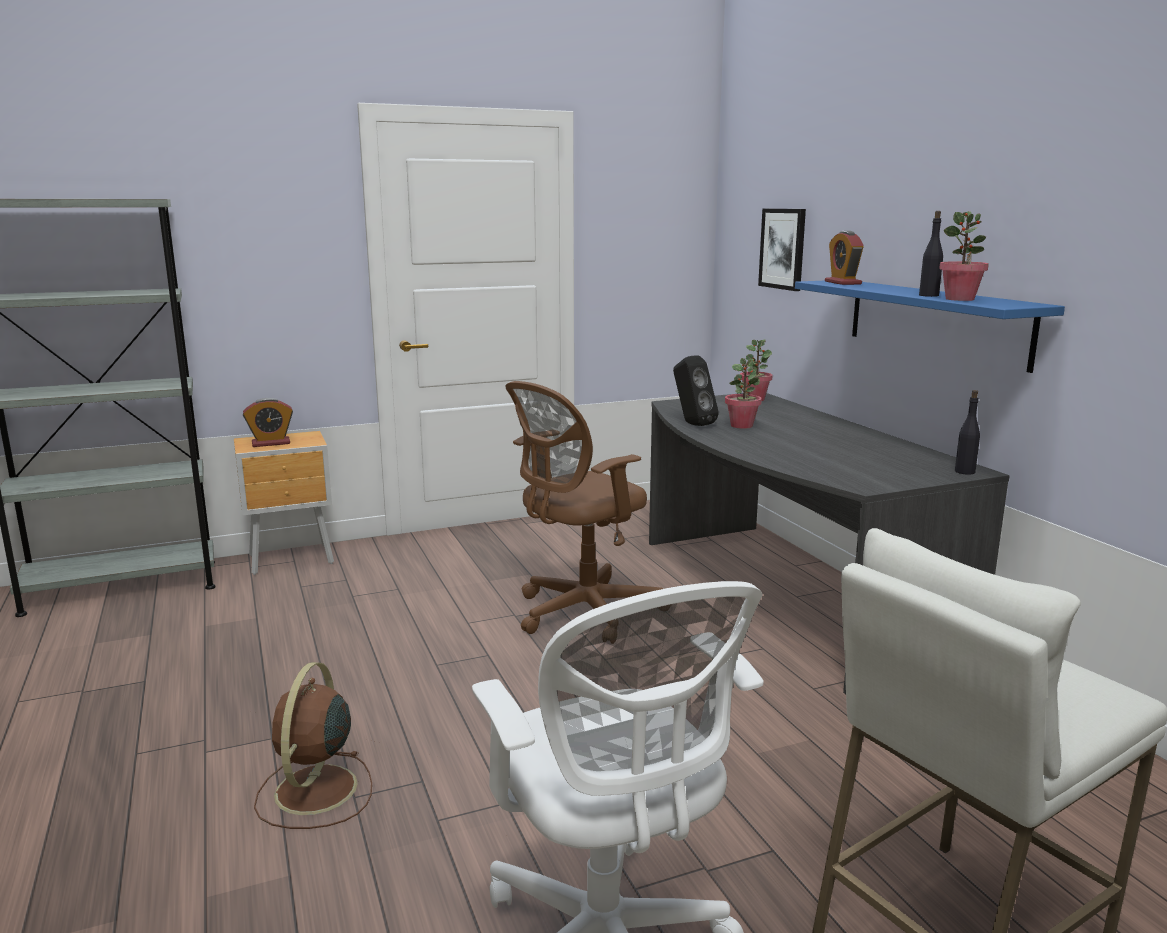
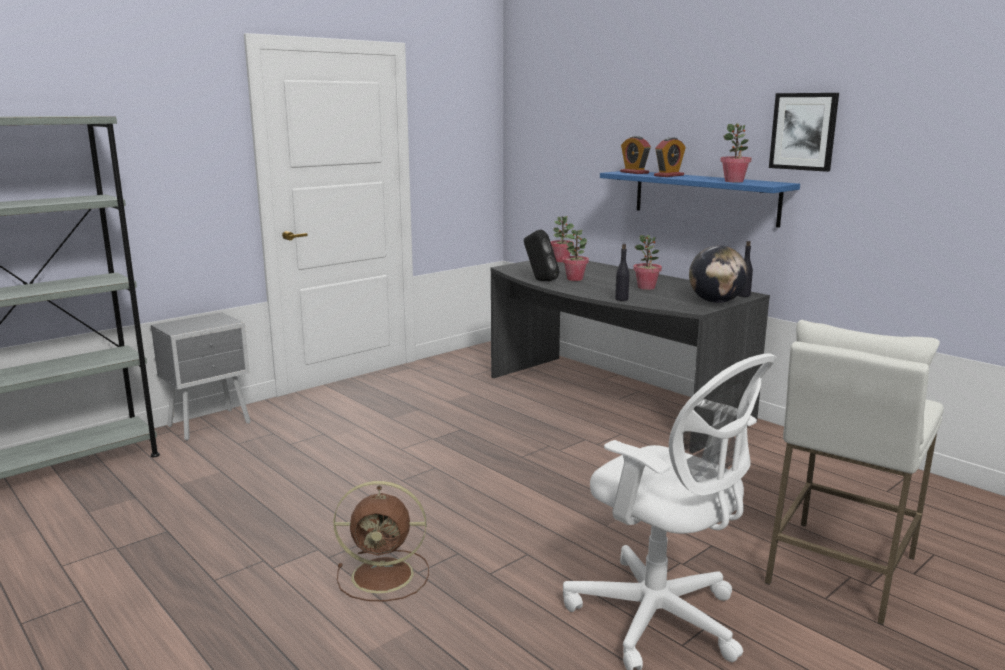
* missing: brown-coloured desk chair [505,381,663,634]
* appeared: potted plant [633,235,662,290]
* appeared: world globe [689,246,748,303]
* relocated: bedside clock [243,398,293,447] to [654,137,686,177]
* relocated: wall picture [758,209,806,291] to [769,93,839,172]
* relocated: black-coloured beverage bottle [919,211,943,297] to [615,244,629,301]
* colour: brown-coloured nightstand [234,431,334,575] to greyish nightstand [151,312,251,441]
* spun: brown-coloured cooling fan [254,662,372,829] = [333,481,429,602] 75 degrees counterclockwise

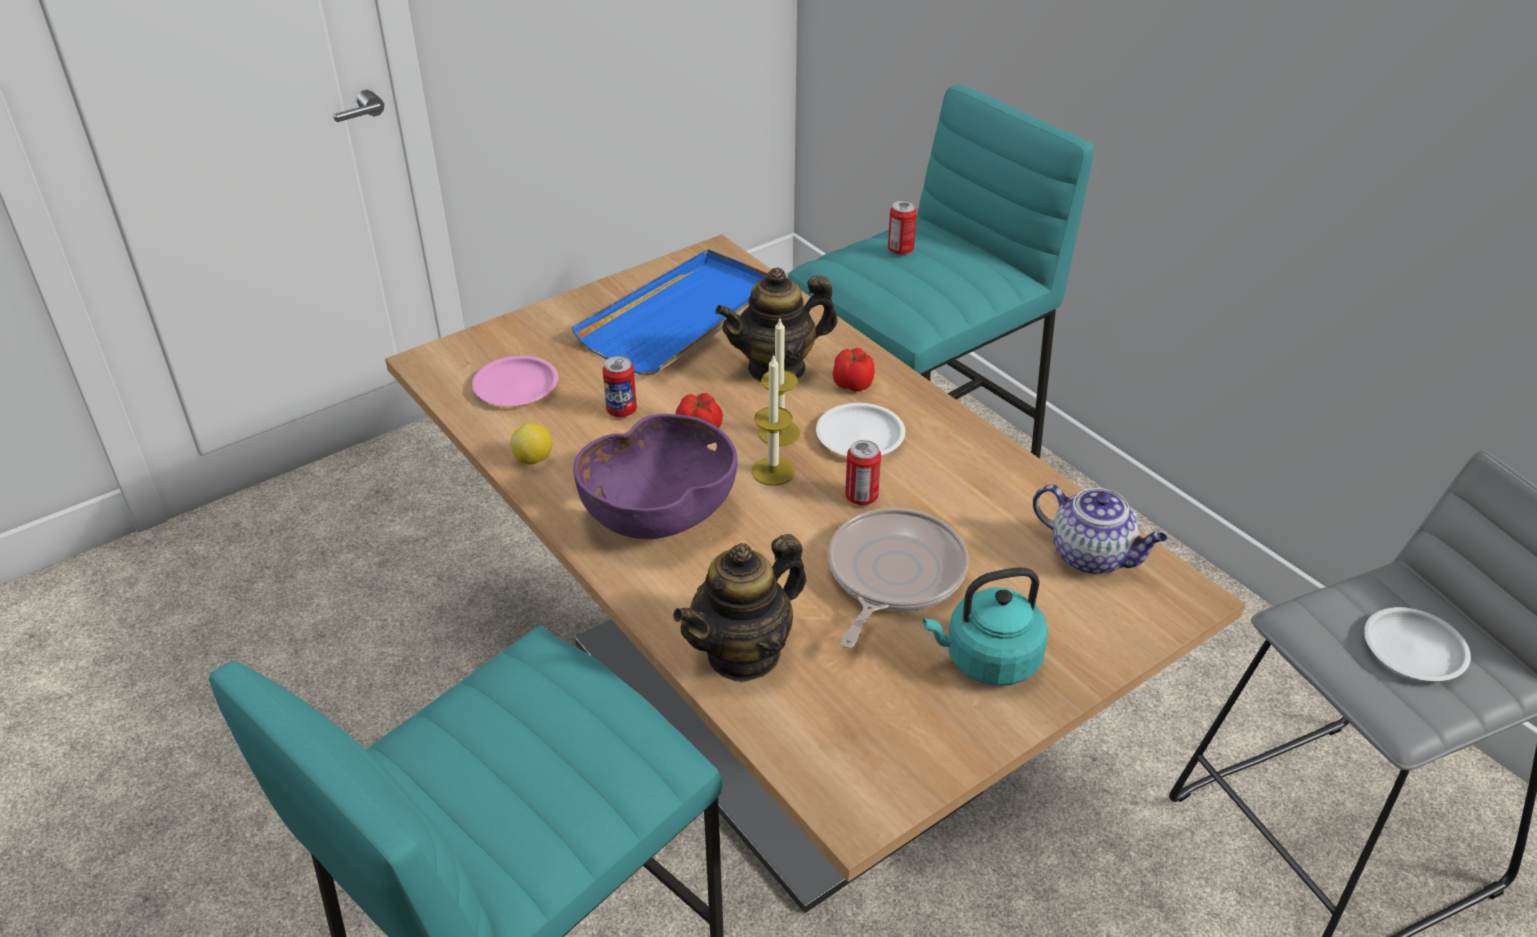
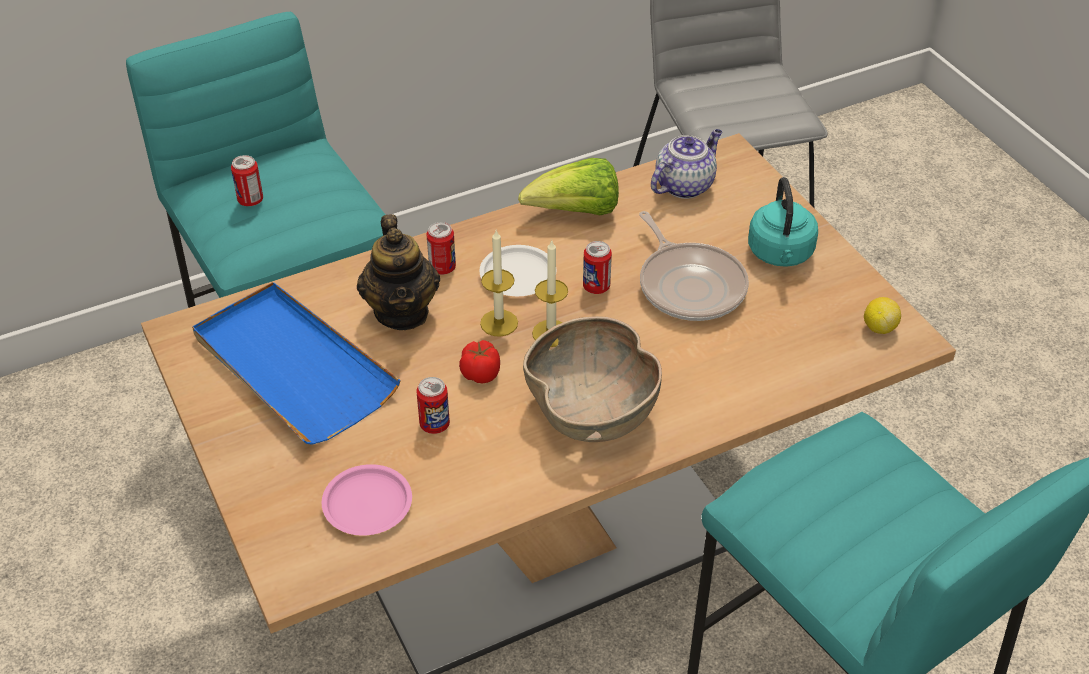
* missing: tea pot [673,534,807,682]
* missing: white-coloured flat dish [1364,607,1471,681]
* appeared: lettuce [518,158,619,216]
* relocated: whole lemon [510,423,552,464] to [864,297,901,334]
* exchanged: fresh tomato [833,348,875,392] to can [427,222,456,275]
* colour: purple-coloured deep dish [574,414,738,539] to brown-coloured deep dish [523,316,662,442]
* spun: pan [828,508,968,648] = [639,211,749,321] 150 degrees counterclockwise

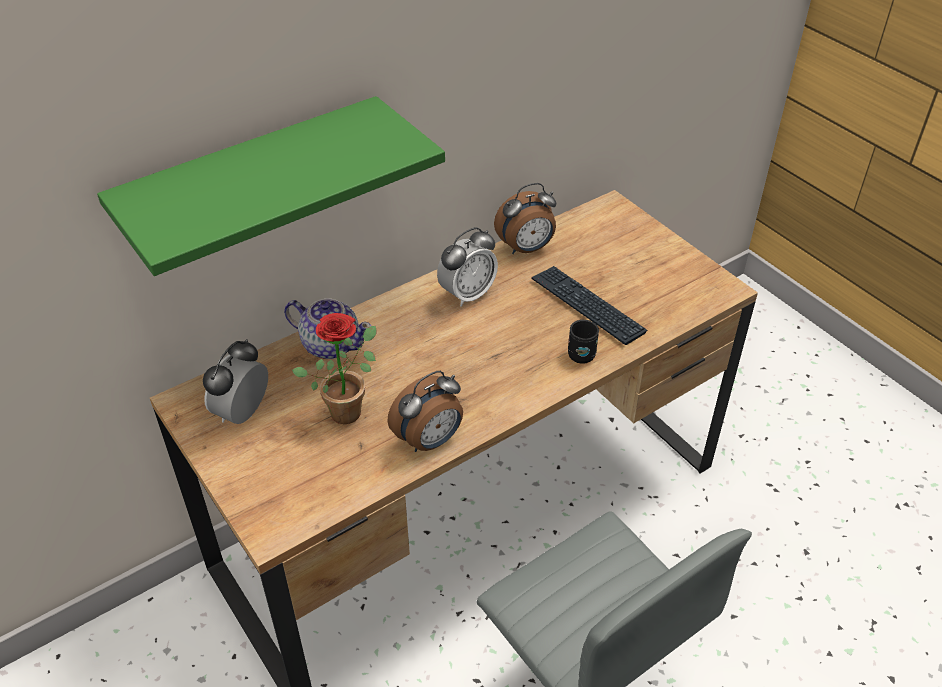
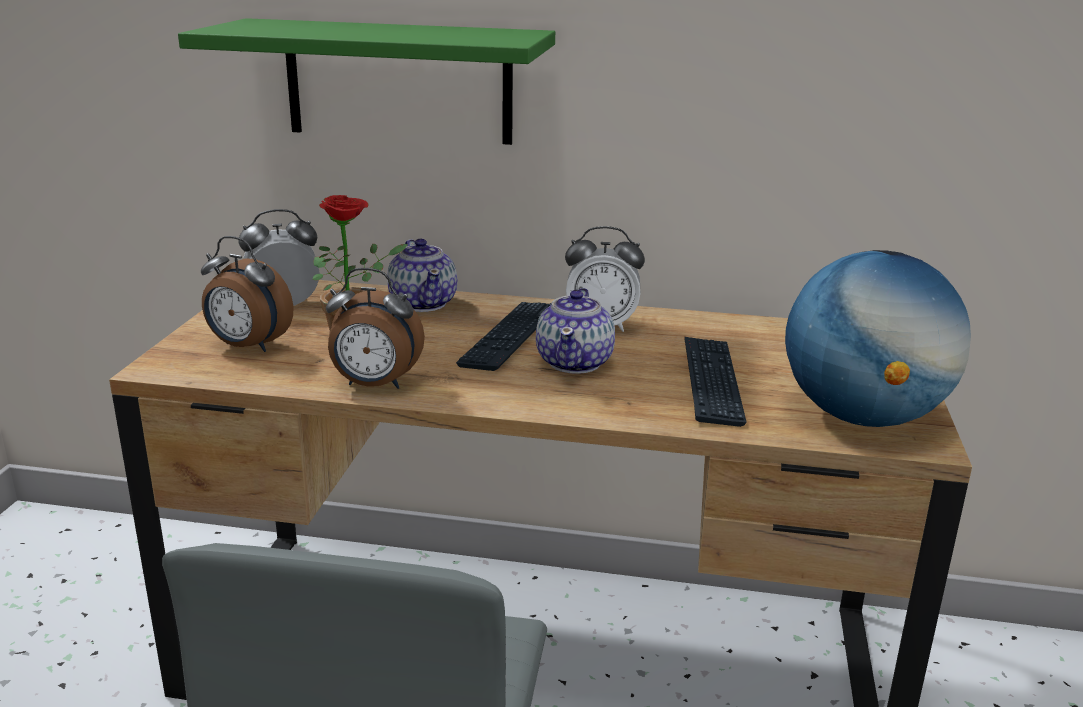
* missing: black-coloured mug [568,320,599,364]
* appeared: keyboard [456,302,552,371]
* appeared: tea pot [536,288,615,374]
* appeared: world globe [785,250,971,427]
* relocated: bedside clock [494,183,556,254] to [201,236,294,352]

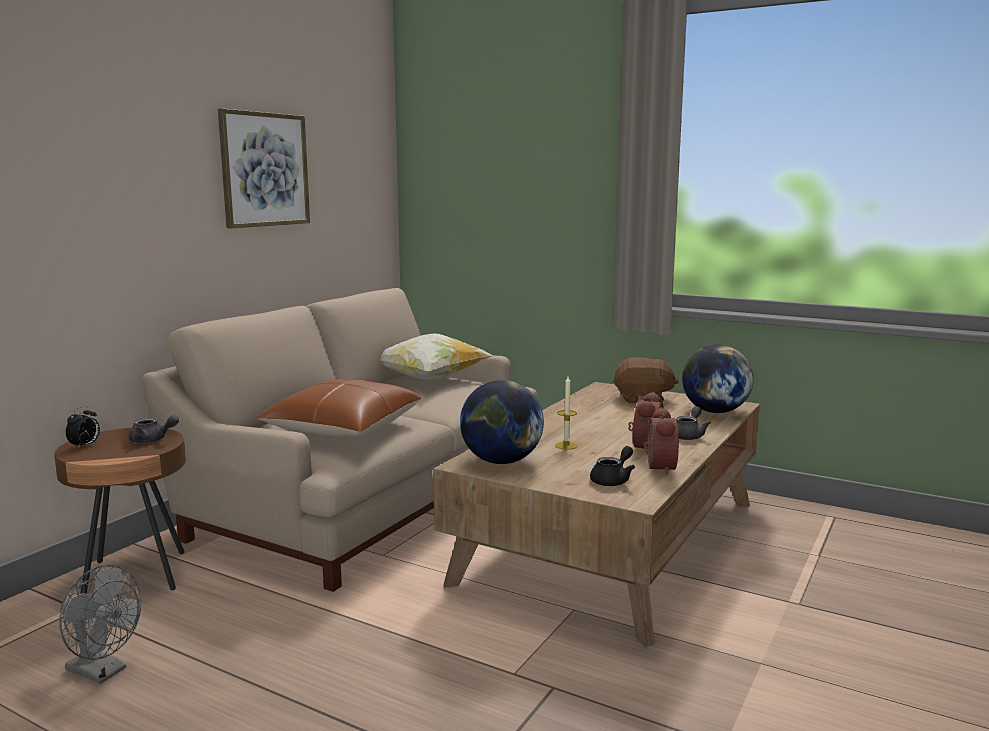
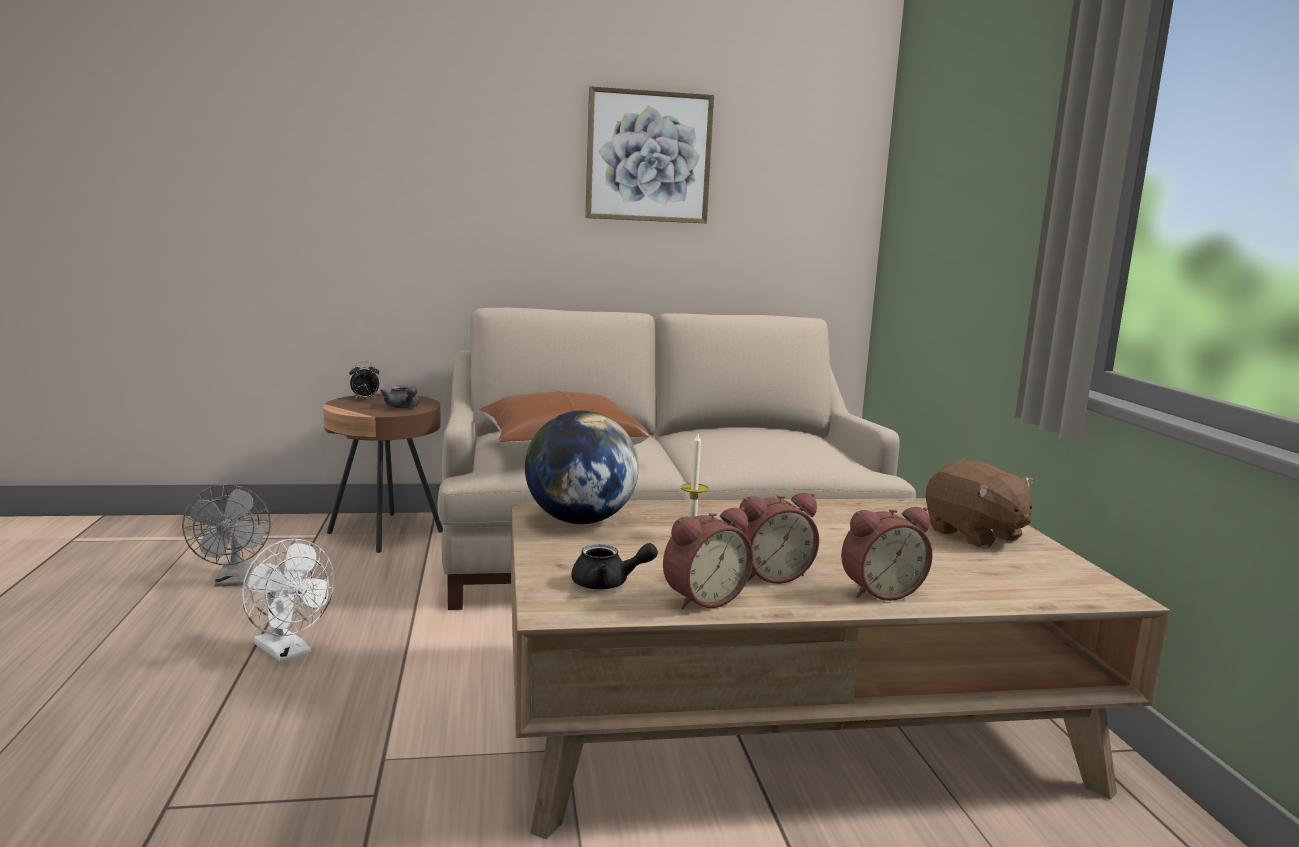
* missing: pillow [380,333,493,380]
* missing: world globe [682,344,754,413]
* appeared: white-coloured cooling fan [241,539,334,663]
* exchanged: greyish tea pot [676,406,711,440] to bedside clock [841,507,933,601]

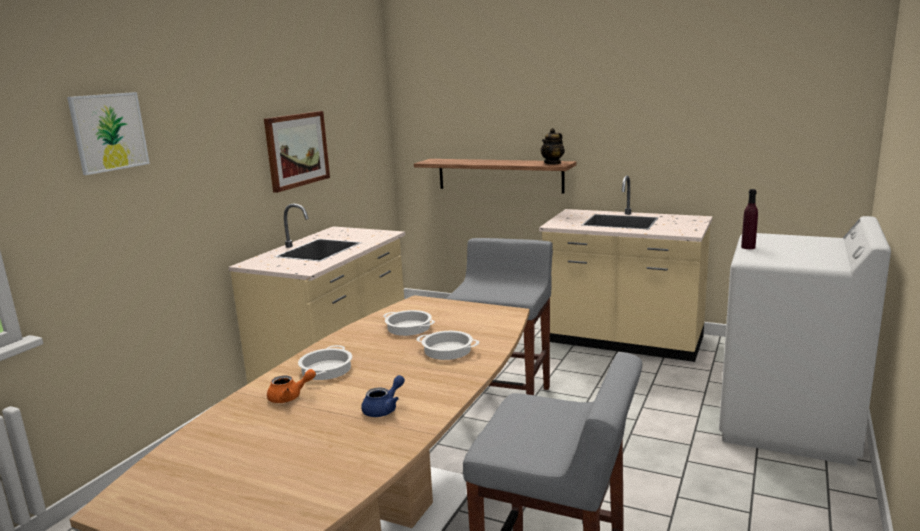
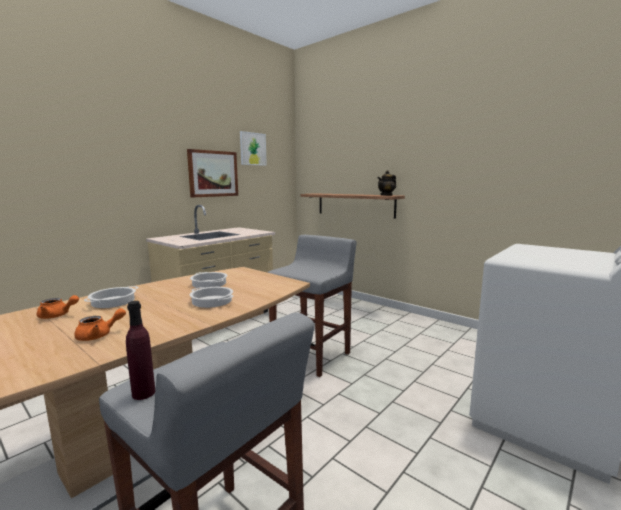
* missing: sand-coloured counter [539,175,712,362]
* relocated: wall picture [67,92,150,175] to [240,131,267,166]
* relocated: purple-coloured beverage bottle [741,189,758,249] to [126,301,155,400]
* colour: bluish tea pot [361,375,405,417] to orange tea pot [74,308,126,341]

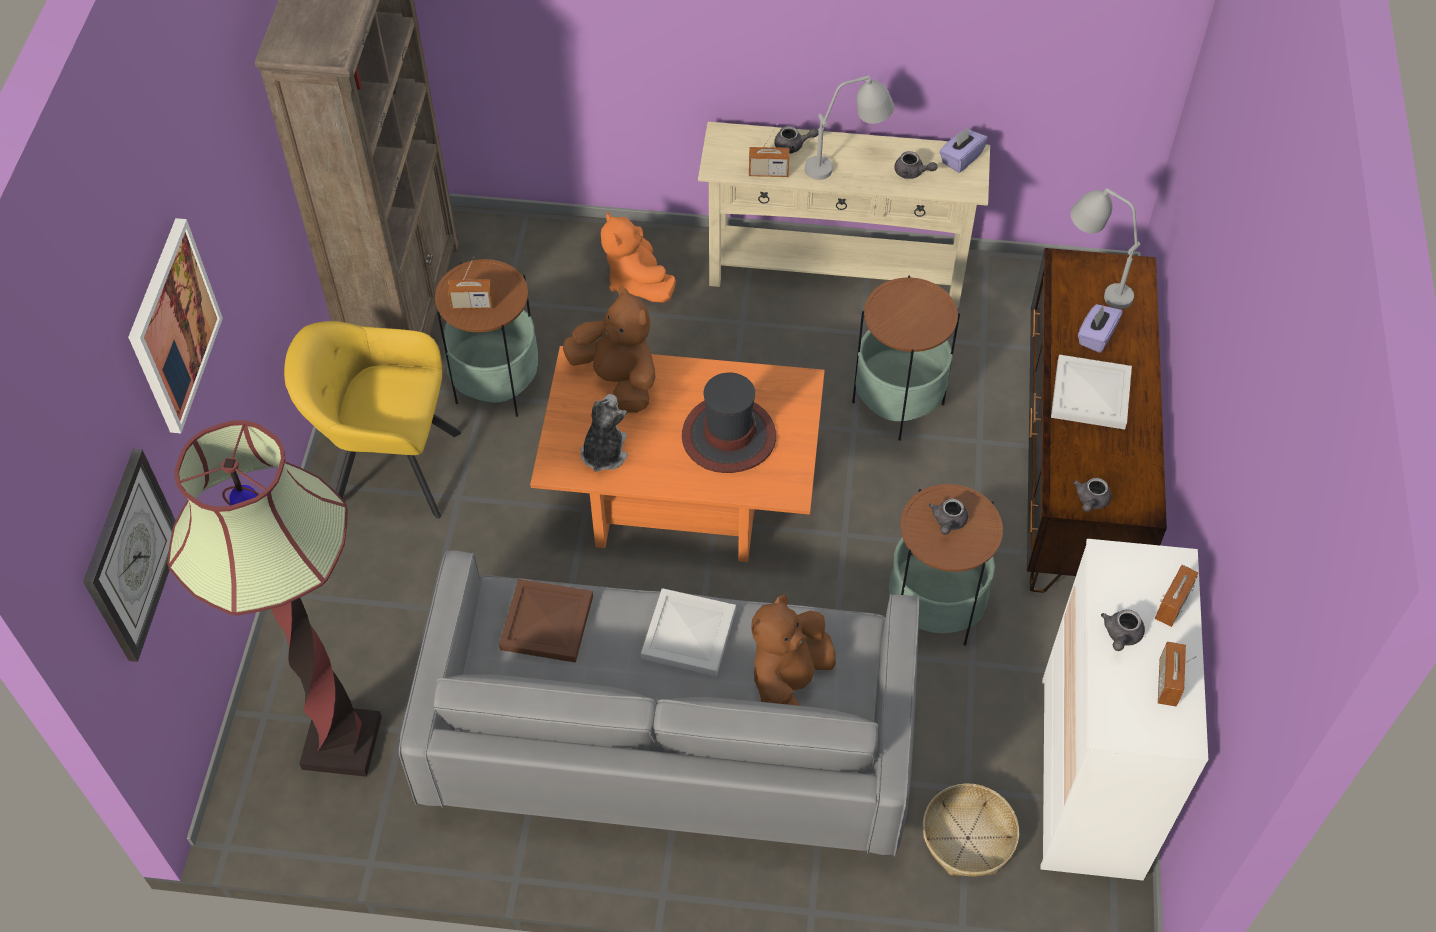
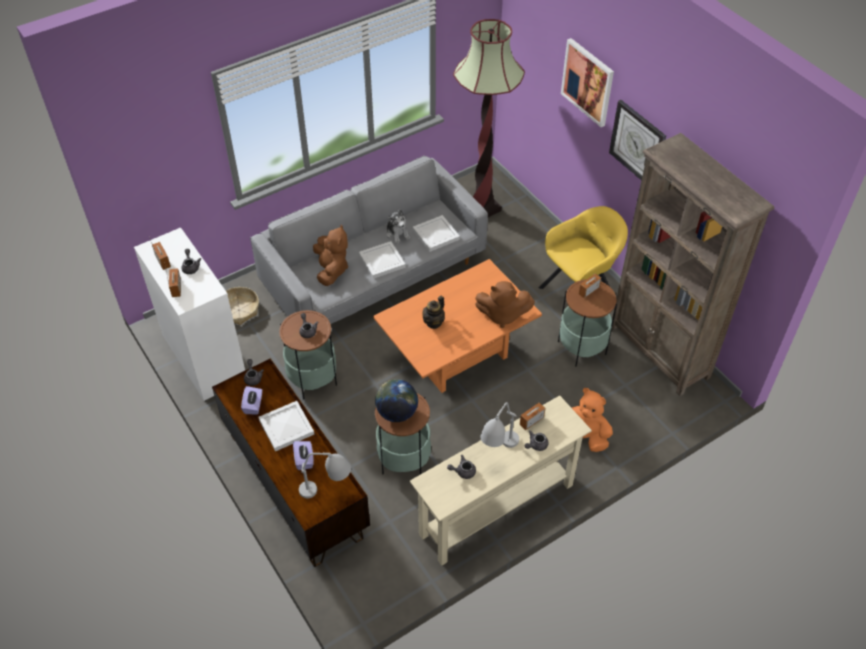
* appeared: world globe [375,379,418,422]
* relocated: hanging clock [83,449,176,662] to [609,100,666,180]
* relocated: soft toy [580,394,628,472] to [386,210,410,244]
* relocated: purple-coloured box of tissues [939,127,988,173] to [241,386,262,415]
* exchanged: clothing hat [682,372,776,473] to tea pot [422,296,445,329]
* colour: brown-coloured carrying tray [499,579,593,663] to white-coloured carrying tray [413,215,460,252]

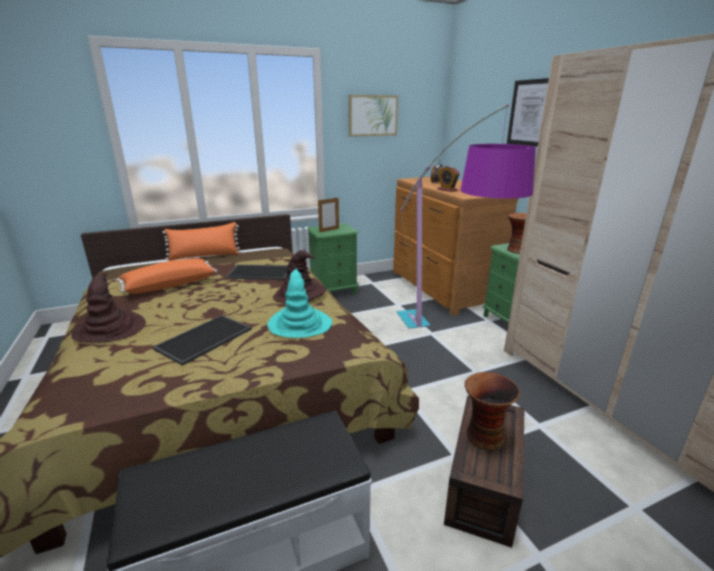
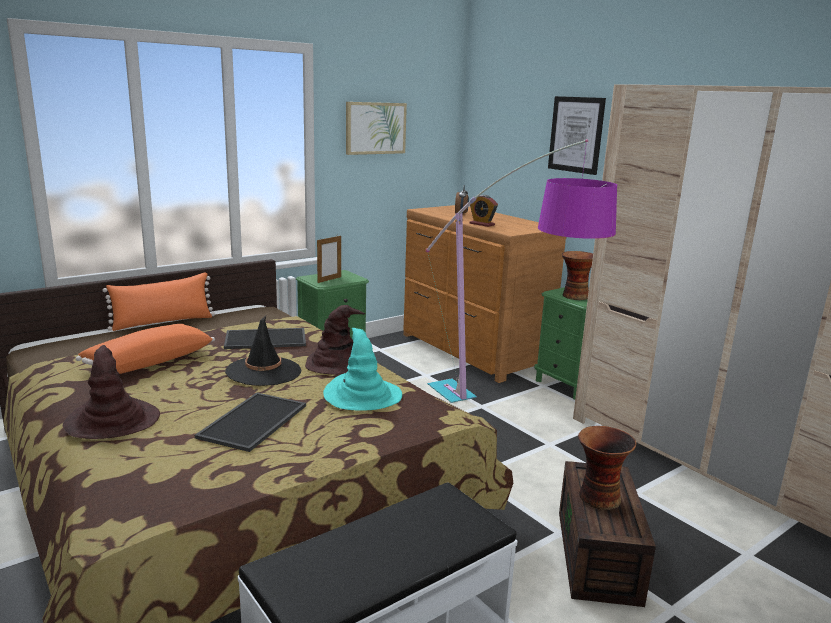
* appeared: black-coloured clothing hat [225,316,301,386]

